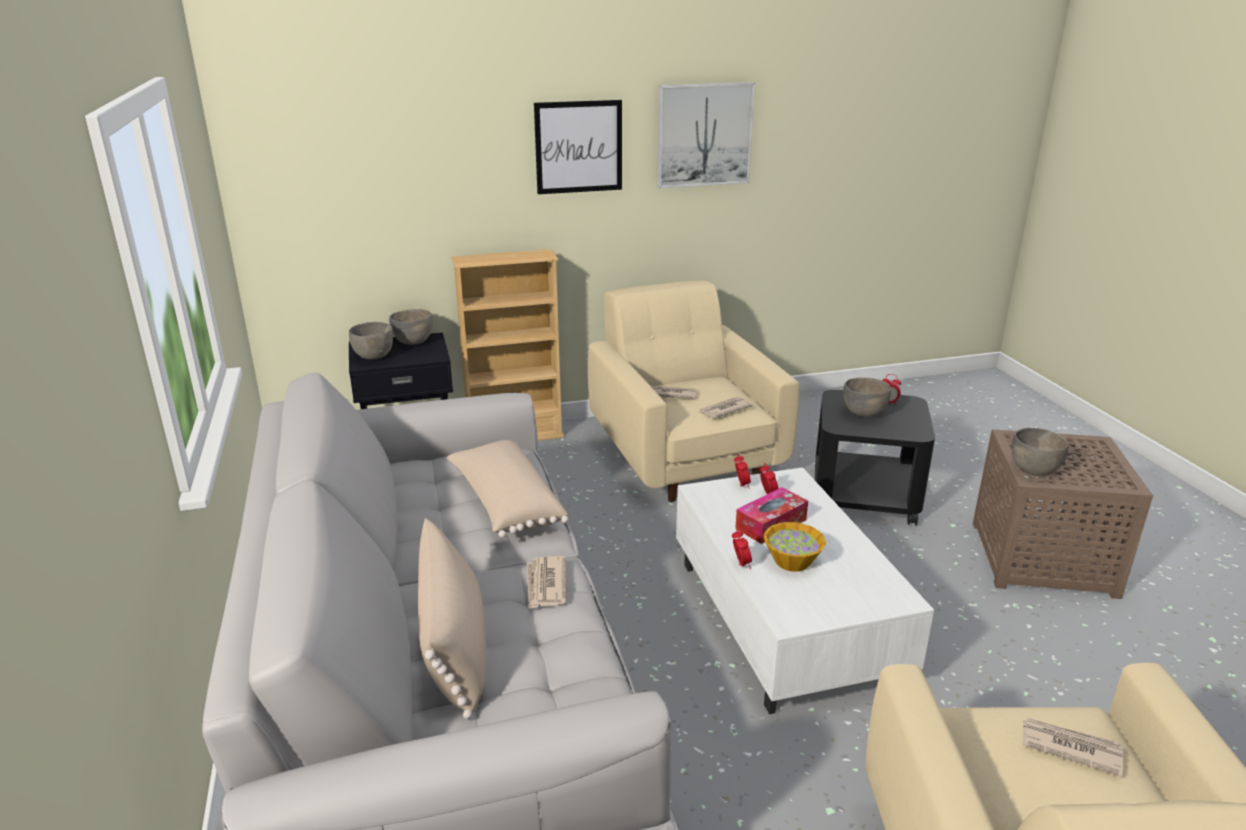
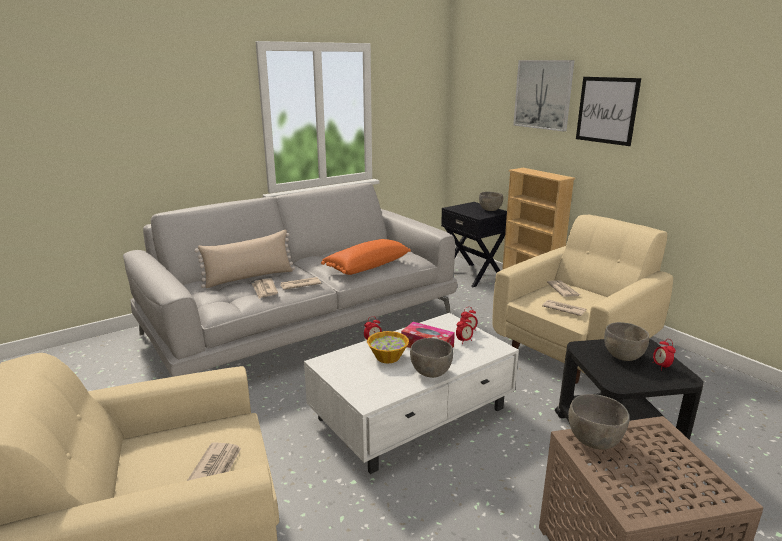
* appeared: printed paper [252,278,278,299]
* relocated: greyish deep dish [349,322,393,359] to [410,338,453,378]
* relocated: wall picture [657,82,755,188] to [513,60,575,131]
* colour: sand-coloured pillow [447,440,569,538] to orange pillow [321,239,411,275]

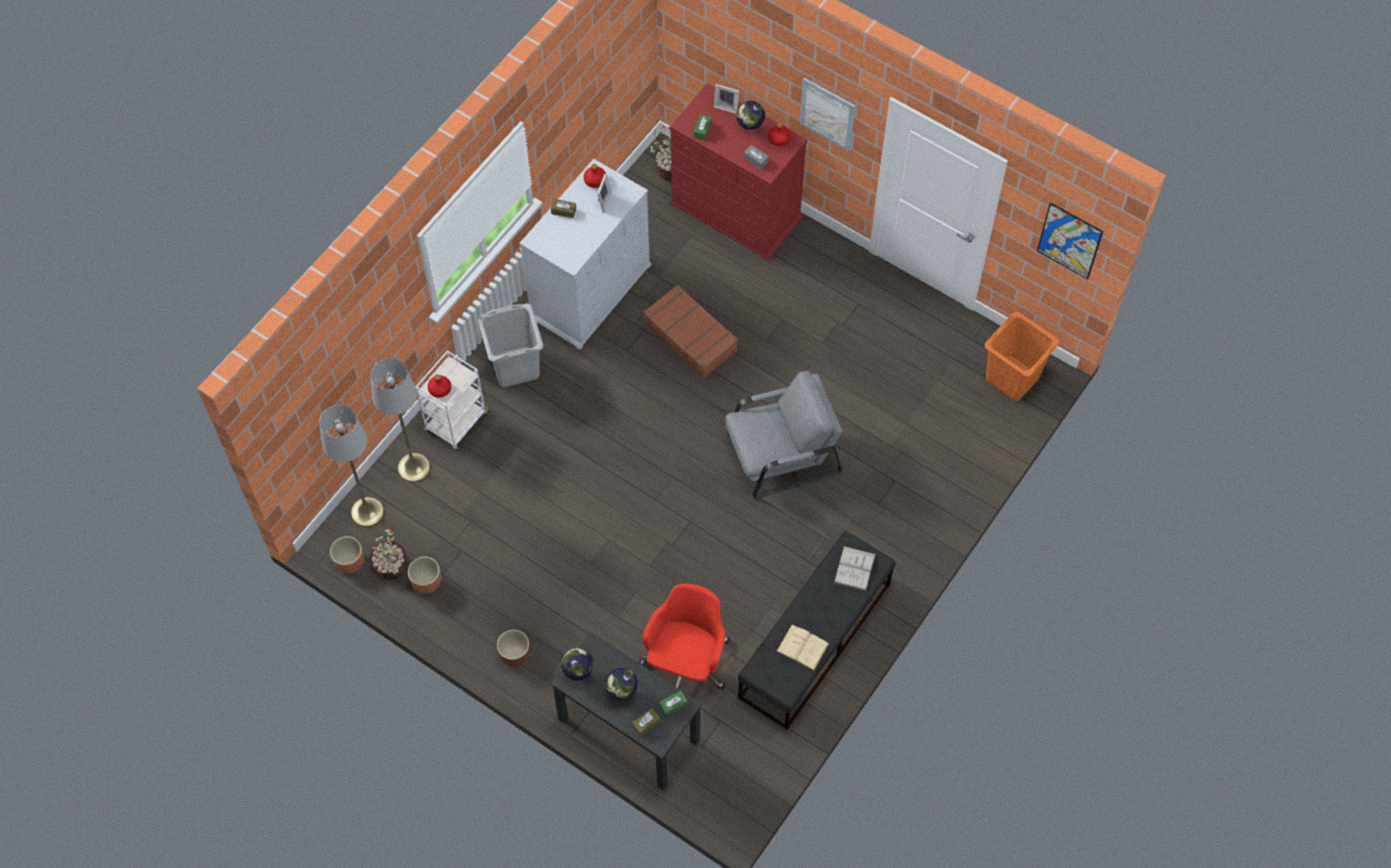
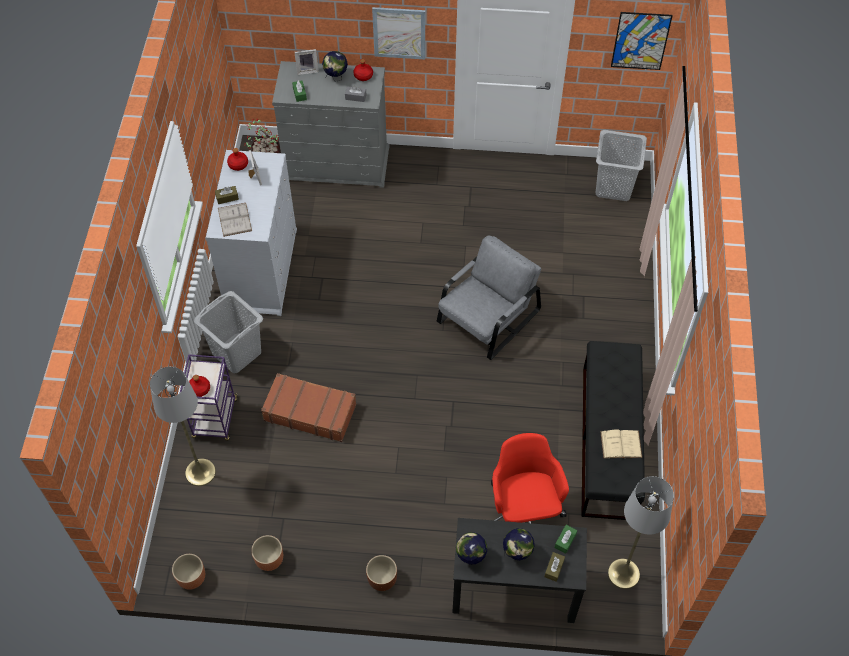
* missing: potted plant [370,527,407,580]
* relocated: greyish floor lamp [319,405,384,527] to [608,476,674,589]
* relocated: brown-coloured travel case [643,285,738,379] to [261,373,356,442]
* relocated: white-coloured bound book [834,546,876,591] to [218,203,252,237]
* colour: white-coloured wheeled cart [416,351,491,450] to purple-coloured wheeled cart [180,354,238,441]
* colour: reddish drawer chest [670,84,808,261] to greyish drawer chest [272,61,390,188]
* colour: orange washing basket [985,311,1060,401] to greyish washing basket [596,130,647,201]

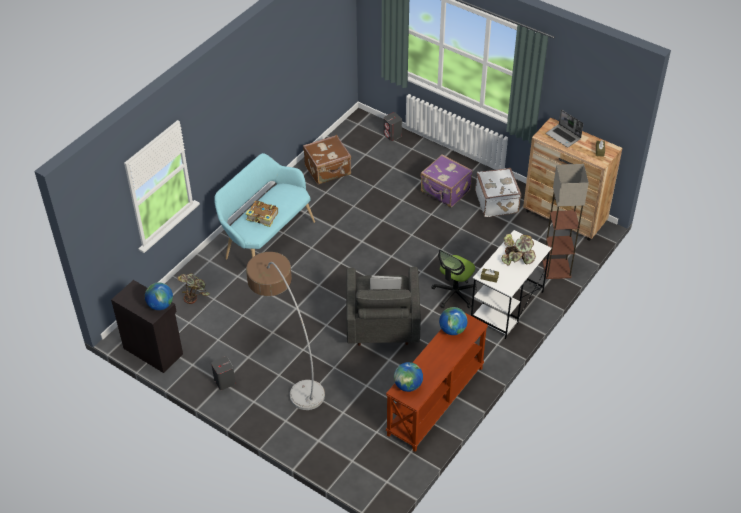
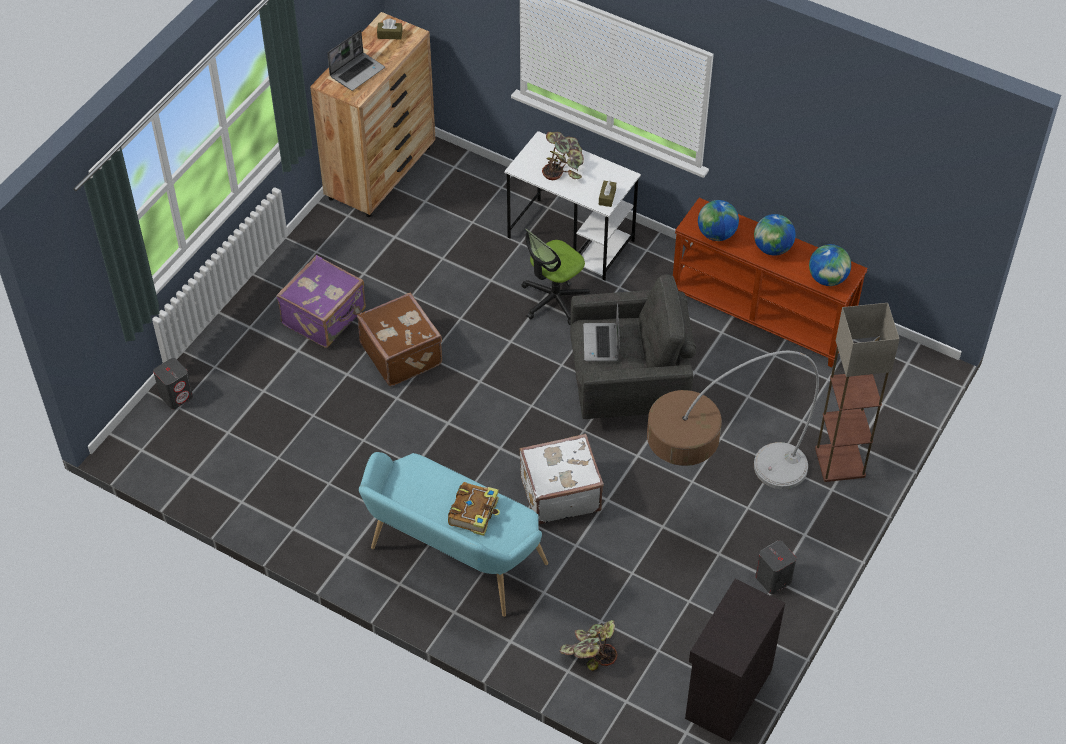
* relocated: world globe [145,282,173,310] to [754,214,796,256]
* relocated: brown-coloured travel case [303,135,351,185] to [357,293,442,386]
* relocated: white-coloured travel case [475,168,521,217] to [519,434,604,525]
* relocated: floor lamp [542,164,589,279] to [815,303,899,482]
* spun: desk chair [431,250,477,308] = [521,229,590,325] 105 degrees clockwise

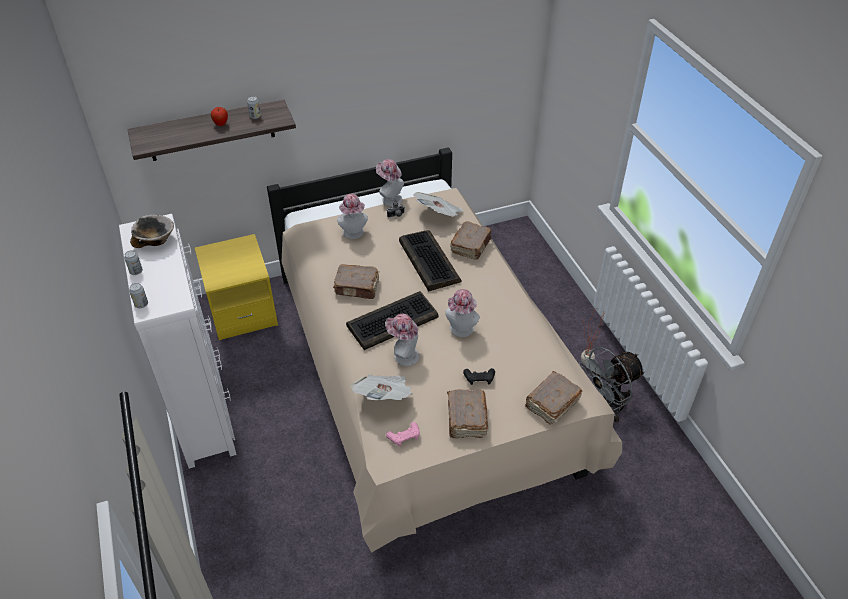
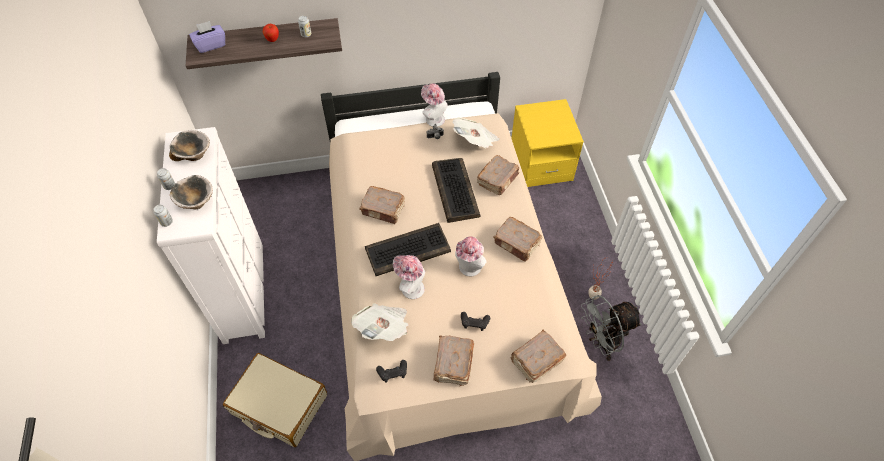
* missing: clothing hat [337,194,368,239]
* appeared: deep dish [170,175,213,210]
* appeared: purple-coloured box of tissues [189,21,225,53]
* appeared: sand-coloured travel case [223,353,327,447]
* appeared: brown-coloured bound book [493,217,542,262]
* relocated: yellowish nightstand [195,234,278,340] to [511,99,584,187]
* colour: pink joypad [386,422,420,447] to black-coloured joypad [376,360,407,383]

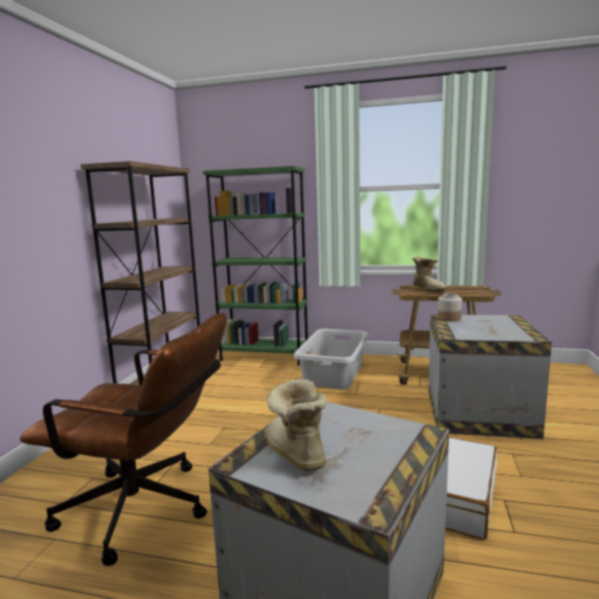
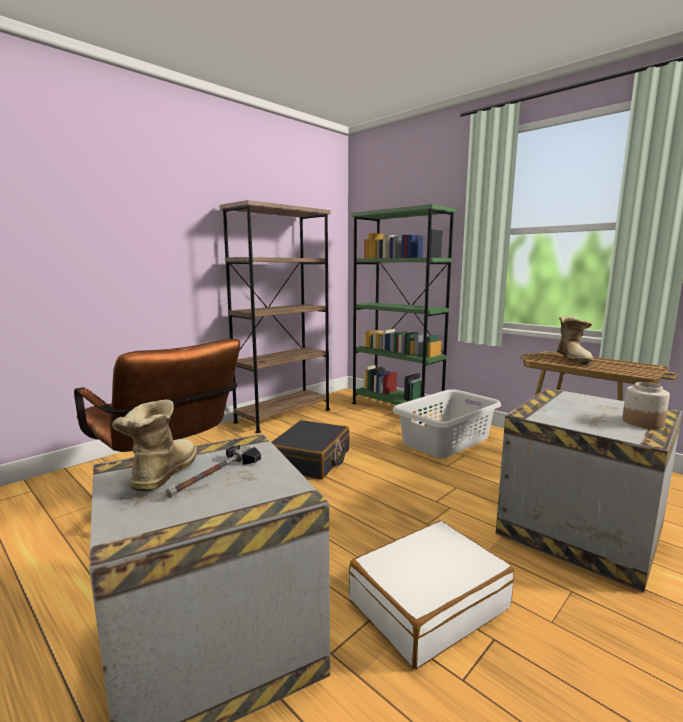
* appeared: tool hammer [165,445,261,498]
* appeared: black-coloured travel case [272,420,350,479]
* relocated: storage jar [438,293,462,321] to [622,382,670,429]

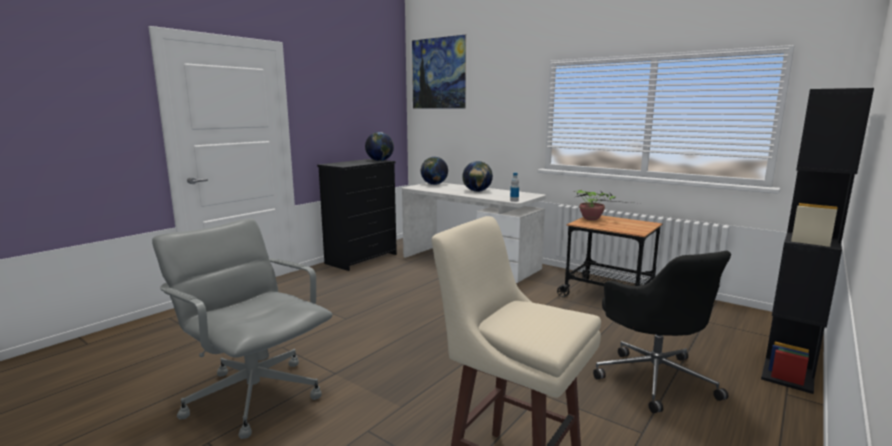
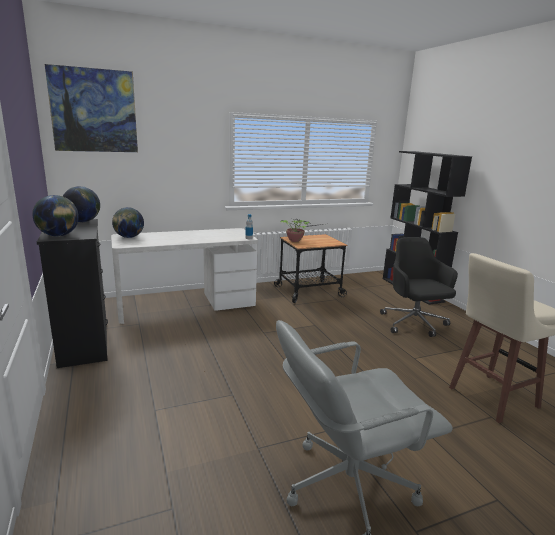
* relocated: world globe [462,161,493,192] to [32,195,79,236]
* spun: black-coloured desk chair [593,251,731,413] = [380,237,458,337] 120 degrees counterclockwise

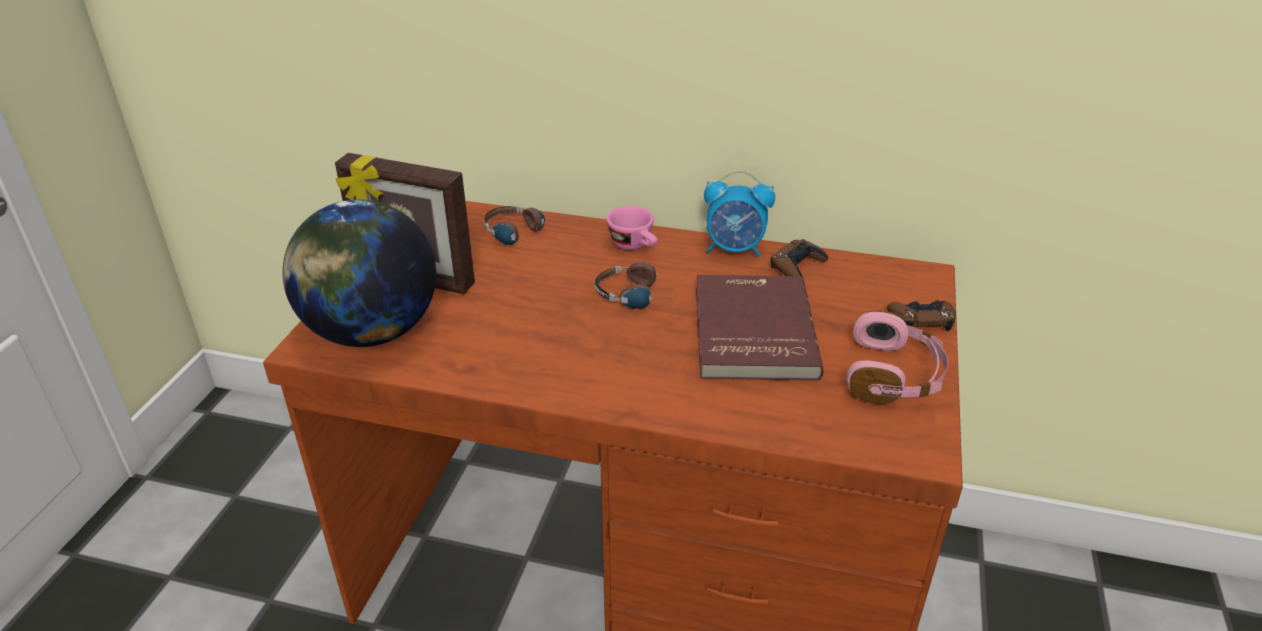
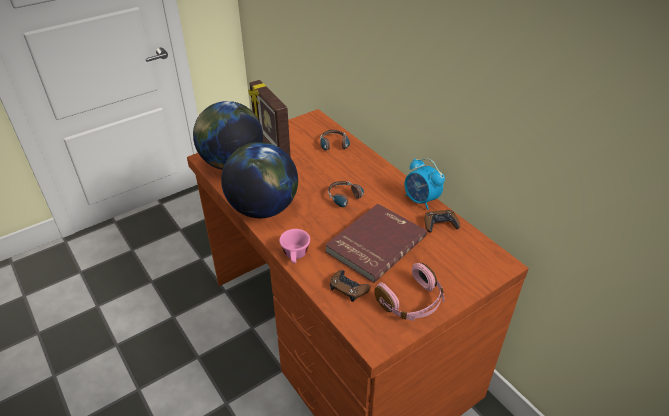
* appeared: world globe [221,142,298,218]
* relocated: pink small cup [606,206,658,250] to [279,229,310,263]
* relocated: brown-coloured joypad [887,300,956,331] to [330,270,371,302]

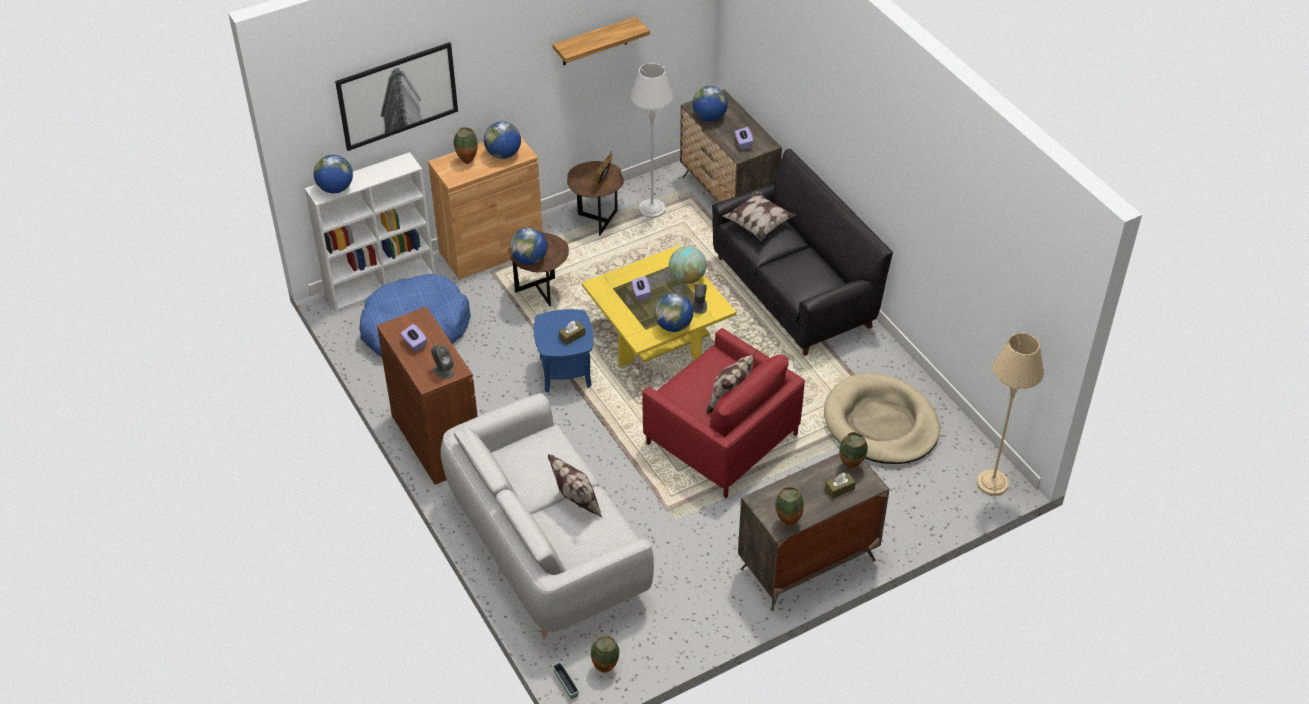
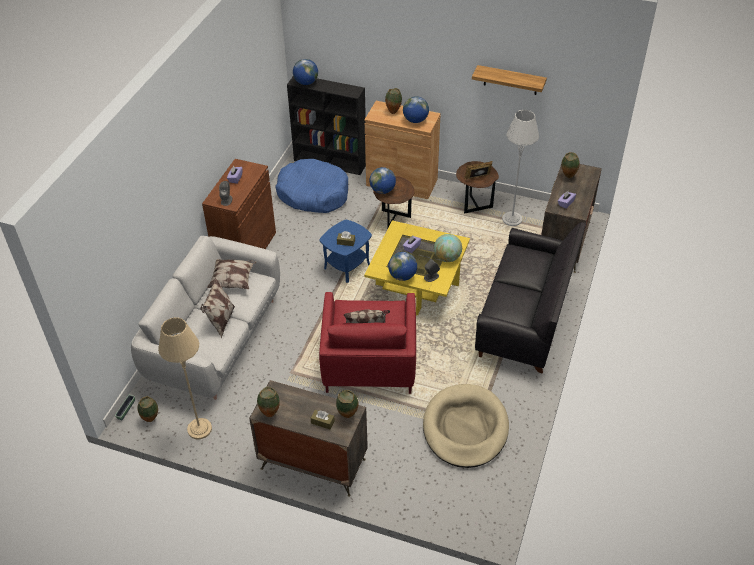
* missing: wall picture [335,42,458,151]
* relocated: pillow [723,190,795,241] to [207,259,256,289]
* relocated: sand-coloured floor lamp [977,333,1044,496] to [158,317,212,440]
* exchanged: world globe [692,86,728,122] to decorative vase [561,152,580,178]
* colour: white-coloured bookcase [305,152,435,310] to black-coloured bookcase [287,76,366,175]

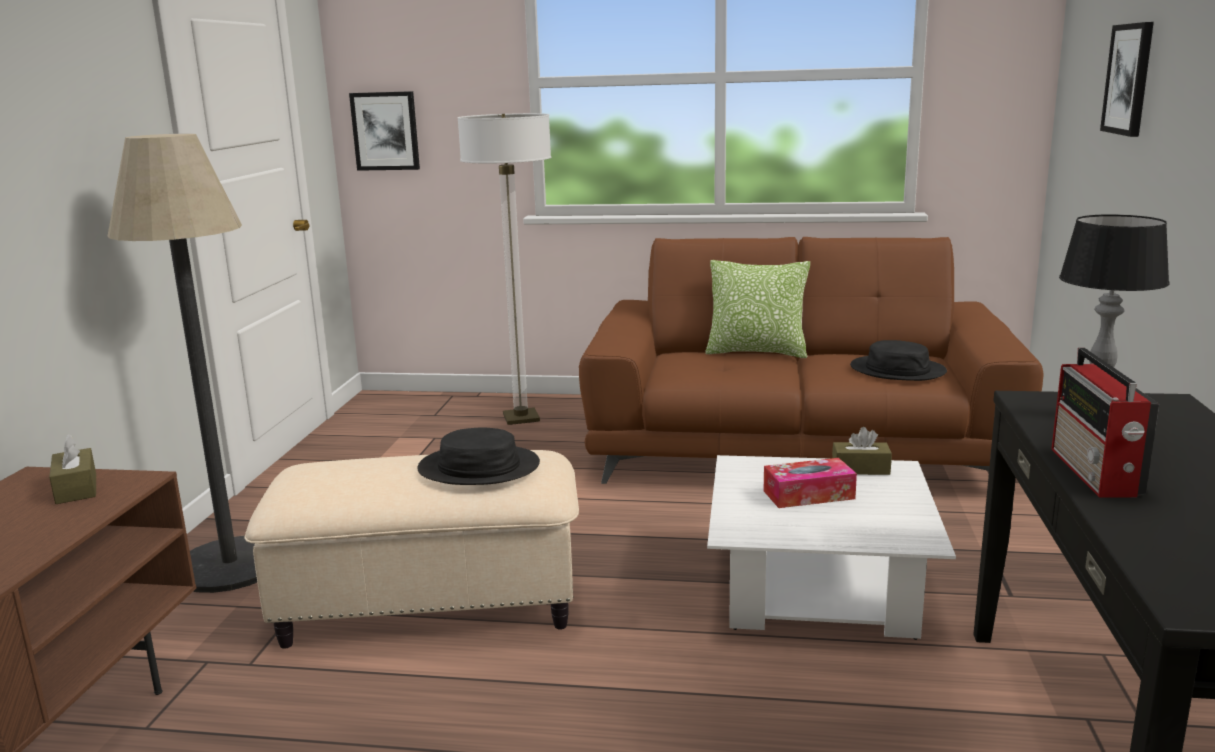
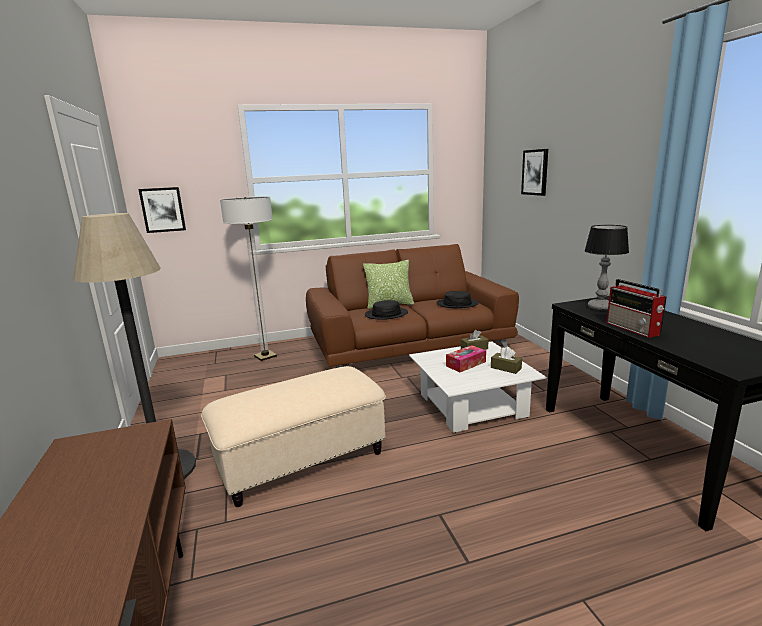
* relocated: brown-coloured box of tissues [49,434,96,504] to [491,347,522,374]
* relocated: black-coloured clothing hat [417,427,540,485] to [365,300,408,320]

